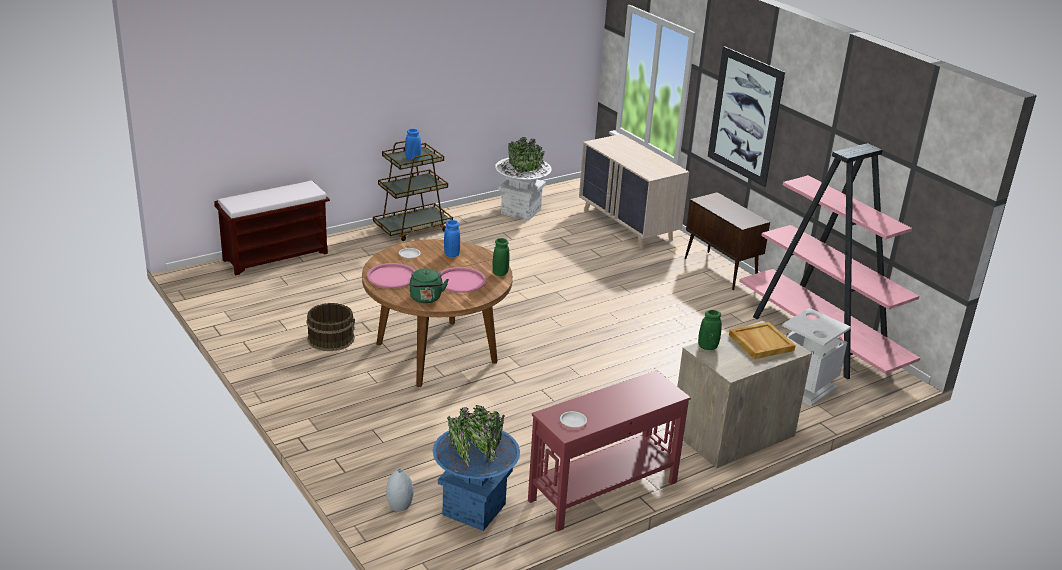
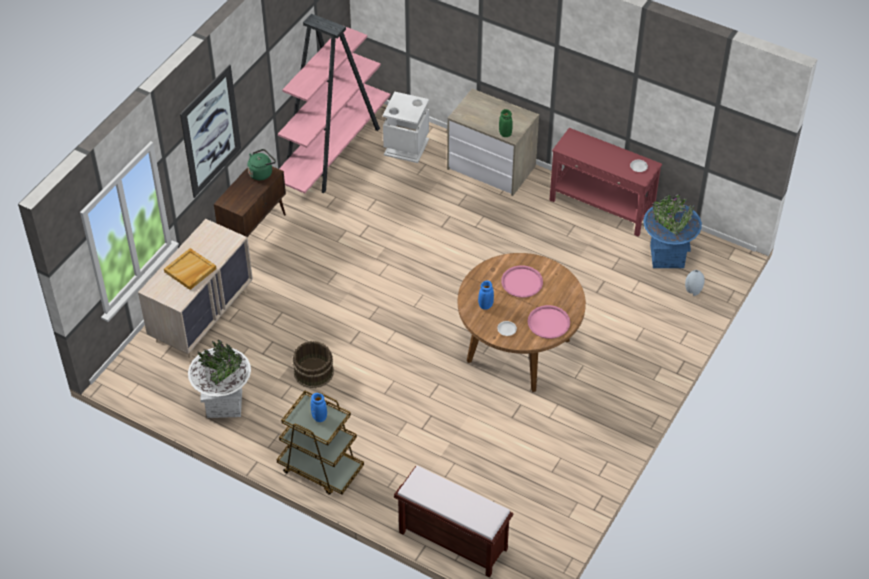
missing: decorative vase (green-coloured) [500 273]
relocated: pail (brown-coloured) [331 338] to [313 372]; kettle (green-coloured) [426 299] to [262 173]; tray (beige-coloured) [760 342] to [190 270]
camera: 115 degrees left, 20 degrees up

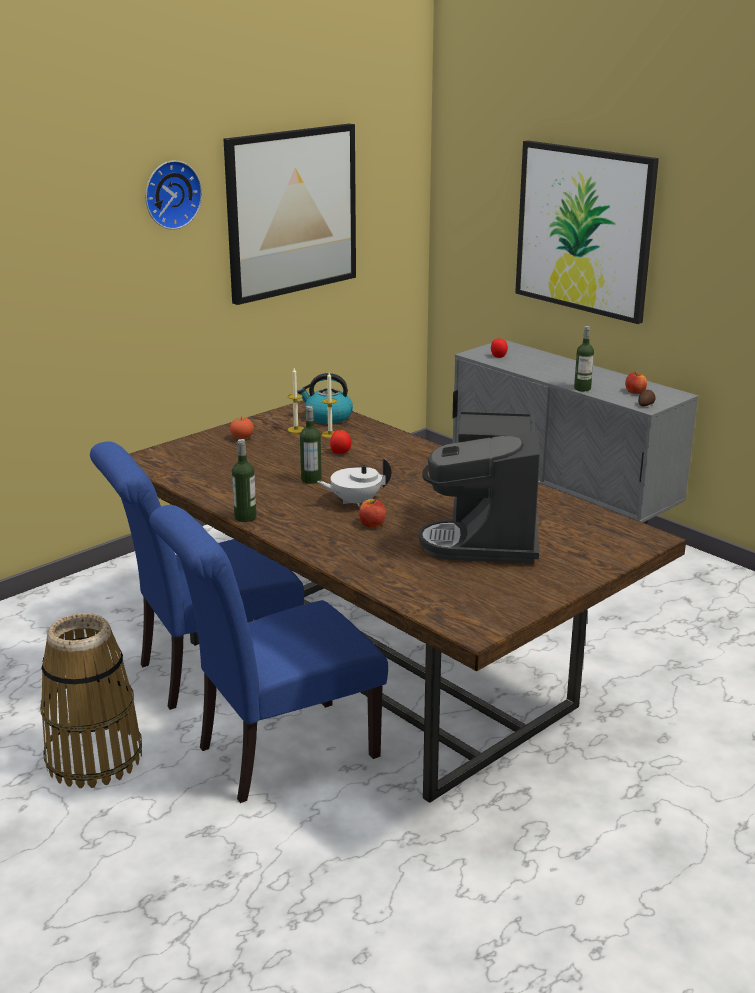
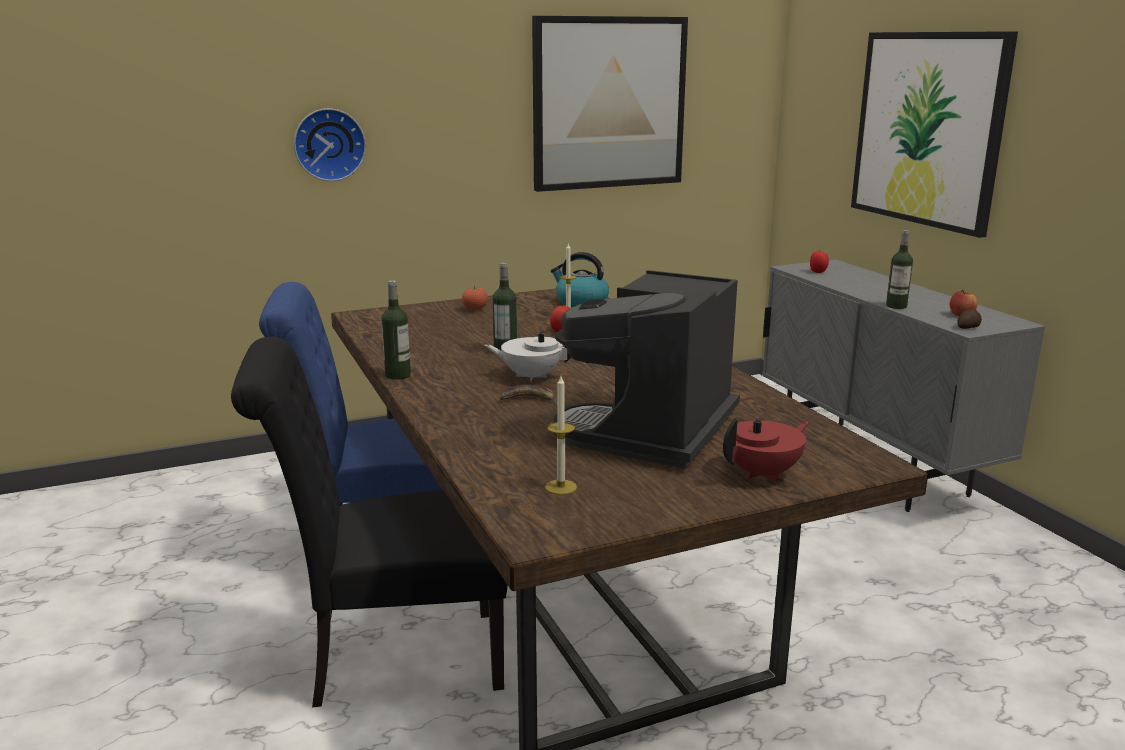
missing: basket [94 757]
appeared: tea pot (red-coloured) [763 473]
relocated: clock on the wall [170 194] to [329 144]; candle [296 429] to [561 487]
exchanged: apple [372 524] to banana fruit [527 400]
colour: upright chair (blue-coloured) [277 754] to upright chair (black) [392 659]
camera: 20 degrees right, 5 degrees down

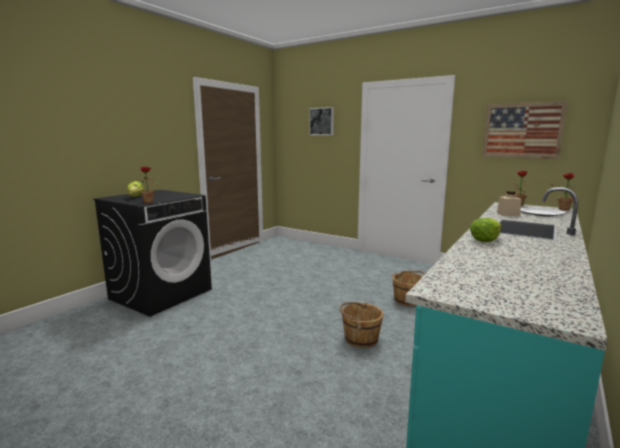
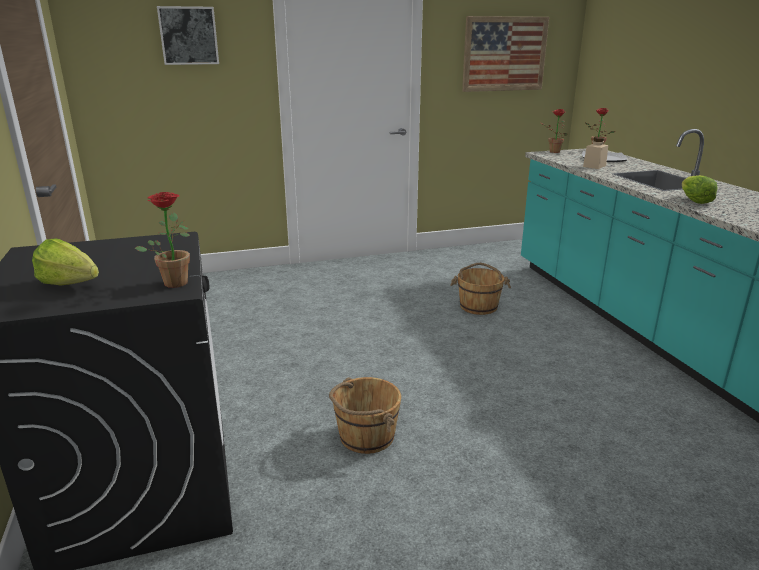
relocated: pail (brown-coloured) [360 338] to [365 436]
camera: 50 degrees left, 10 degrees up

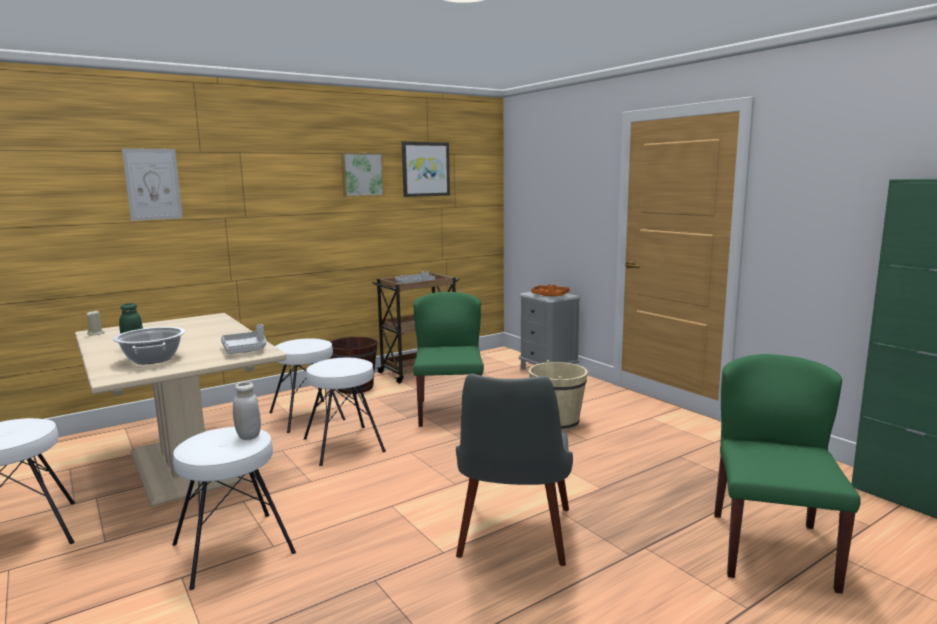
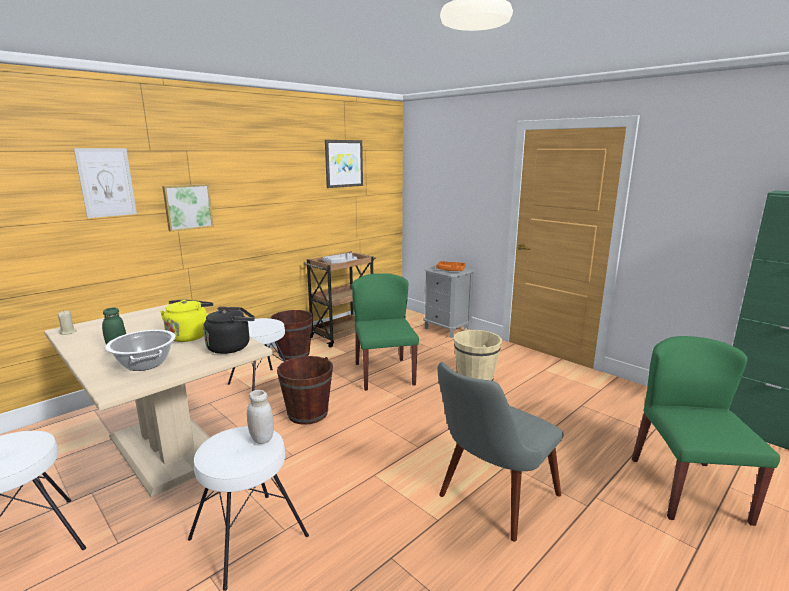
appeared: kettle (yellowish) [189 335]
relocated: picture [362 174] to [187 207]
exchanged: tray (grey) [245 350] to kettle (black) [231 347]; sitting stool (white-coloured) [344 444] to pail (brown-coloured) [308 413]
spun: upright chair (grey) [513 541] = [490 502] 45 degrees clockwise
camera: 10 degrees left, 5 degrees up

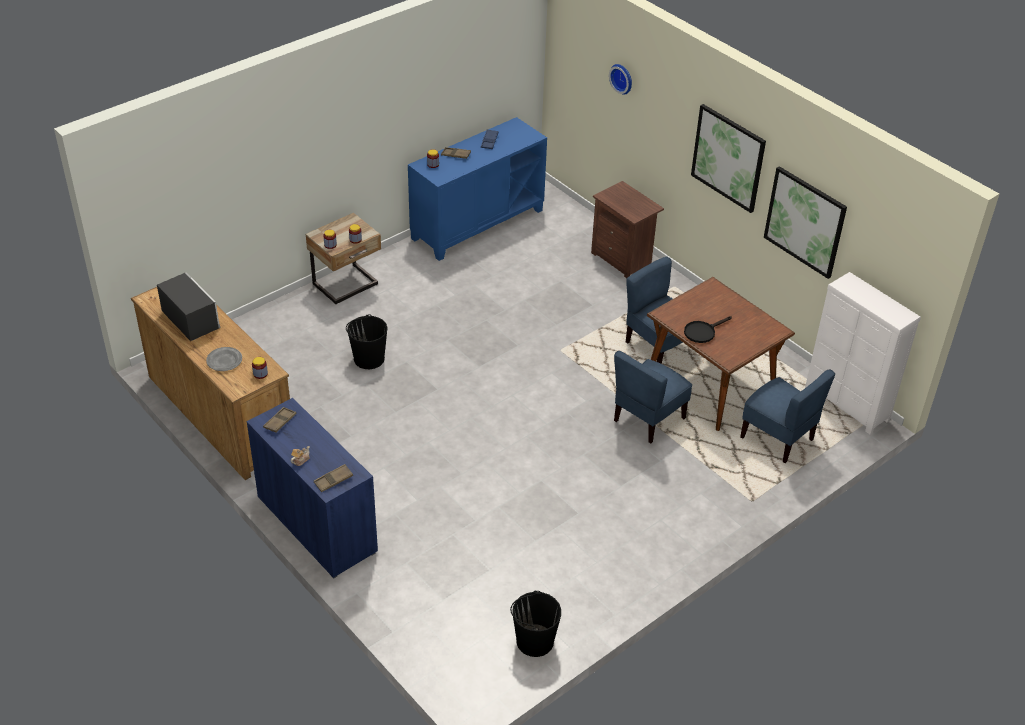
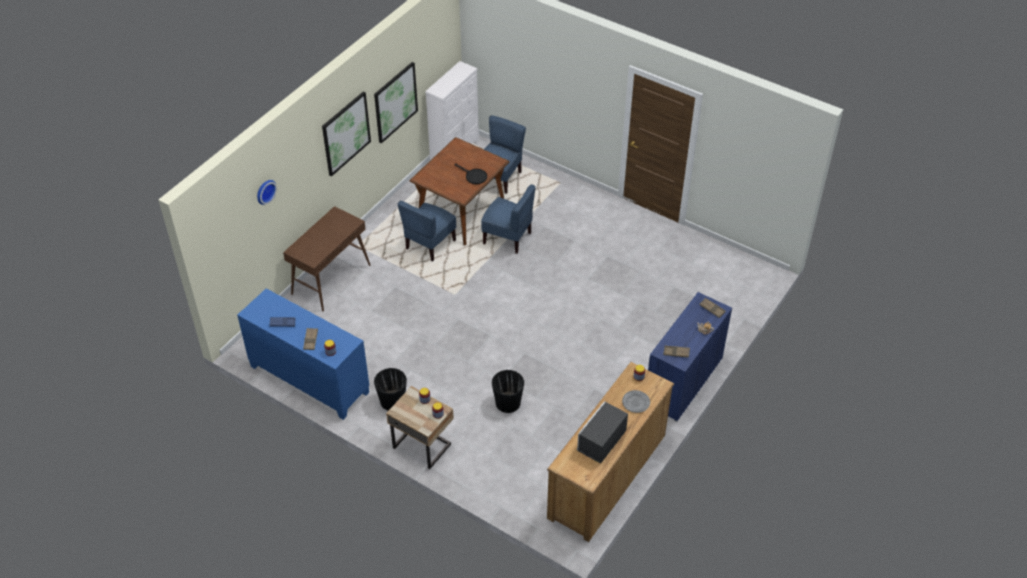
relocated: pail (black) [534 641] to [392 401]
exchanged: night table (brown-coloured) [623 259] to narrow table (brown-coloured) [331 279]
camera: 105 degrees left, 5 degrees up

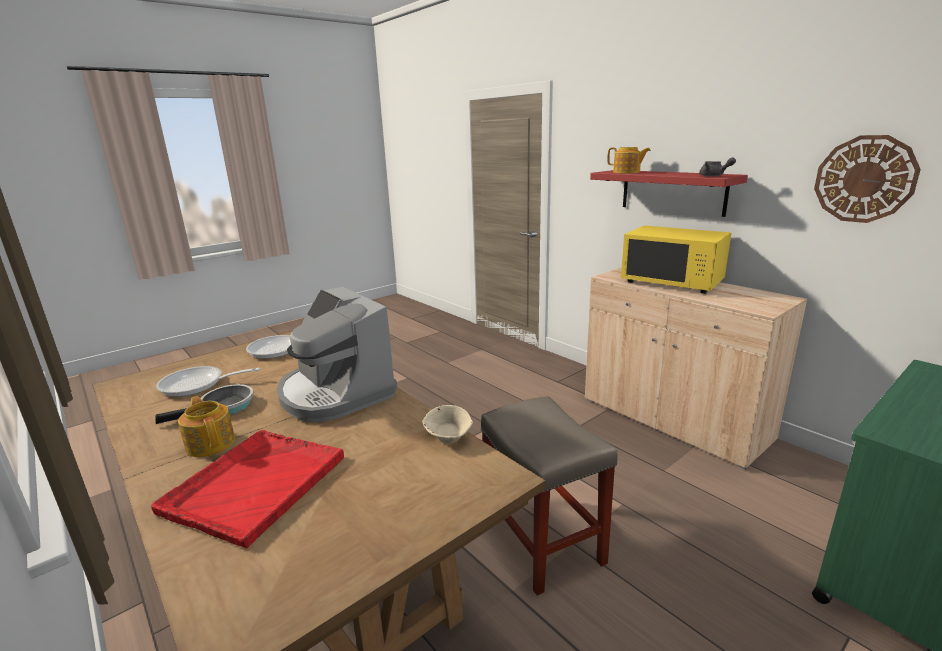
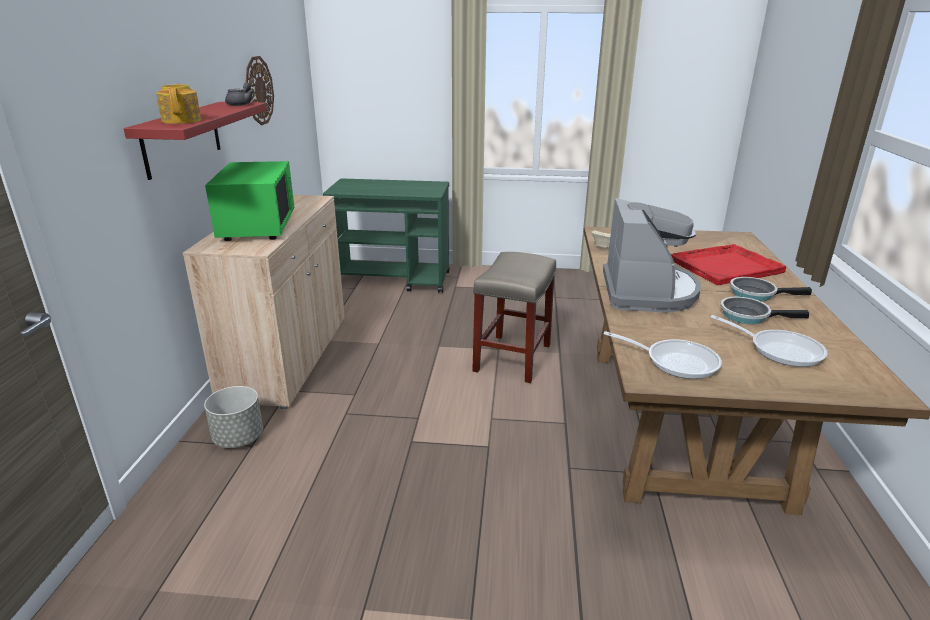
appeared: planter (grey) [238 438]
exchanged: tea pot [211 443] to frying pan [756 294]
colour: microwave oven (yellowish) [672 282] to microwave oven (green-coloured) [257 226]
camera: 135 degrees left, 5 degrees up

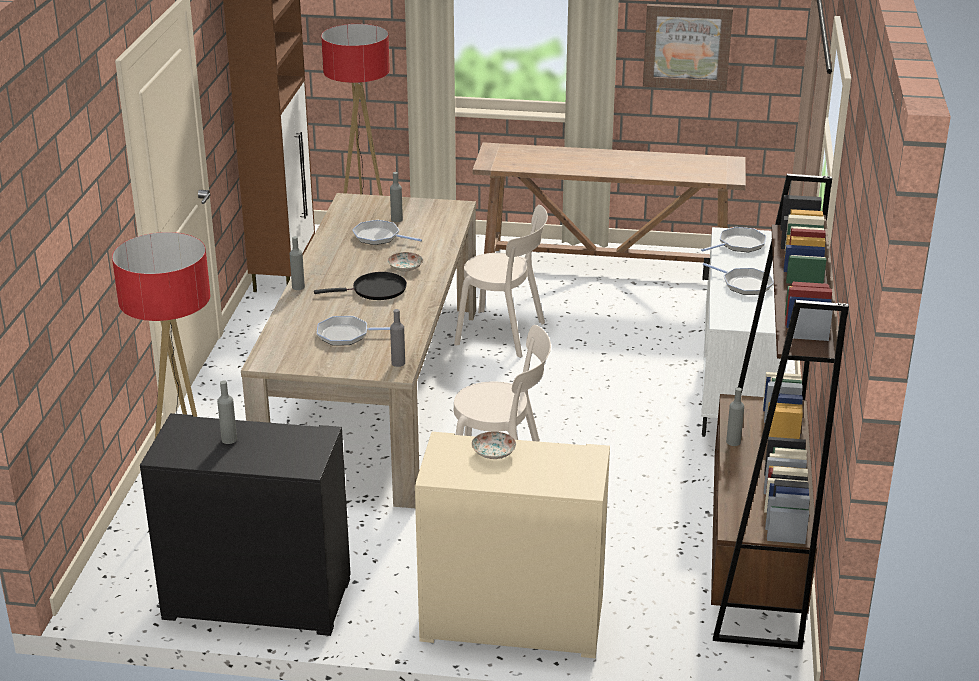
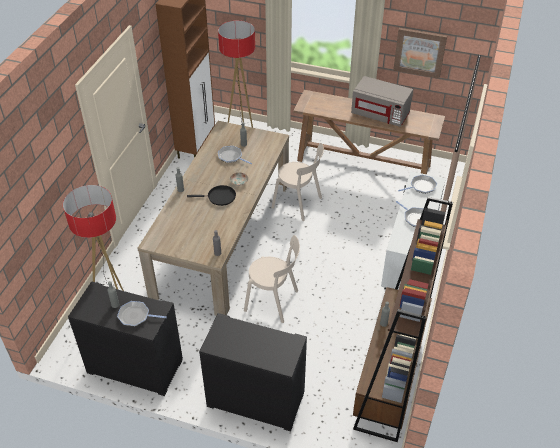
missing: dinner plate [494 453]
appeared: microwave oven (grey) [380 114]
relocated: frying pan [346 335] to [136 316]
colour: chest of drawers (beige-coloured) [512 620] to chest of drawers (black) [255 400]
camera: 10 degrees right, 15 degrees up

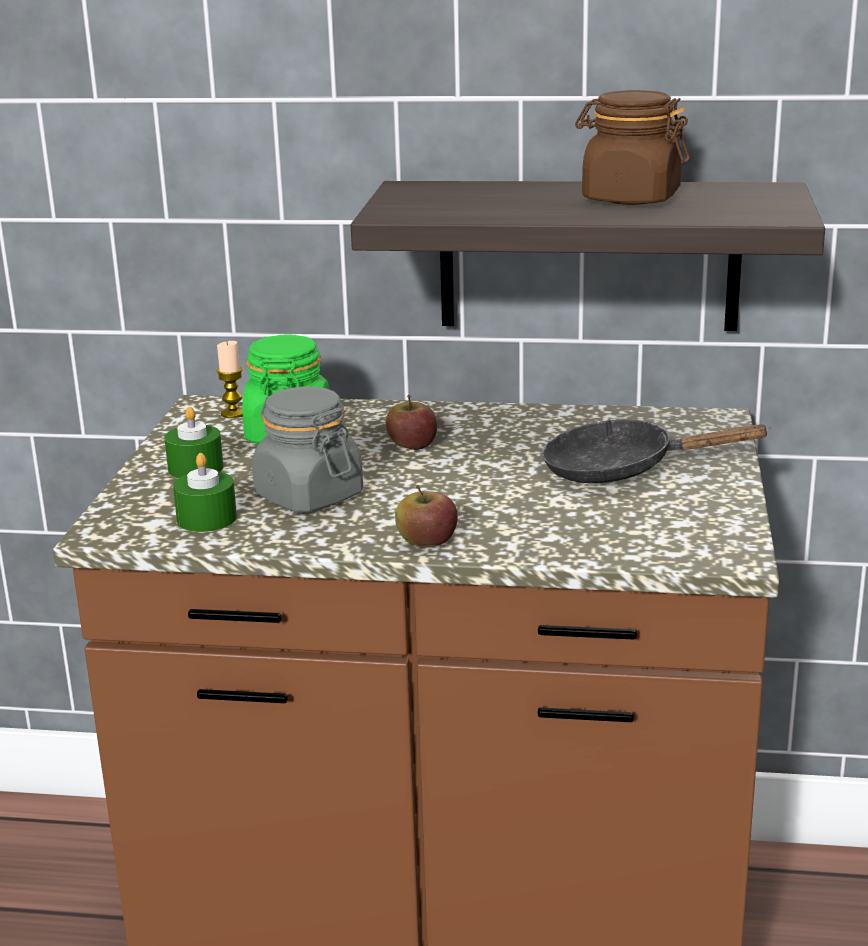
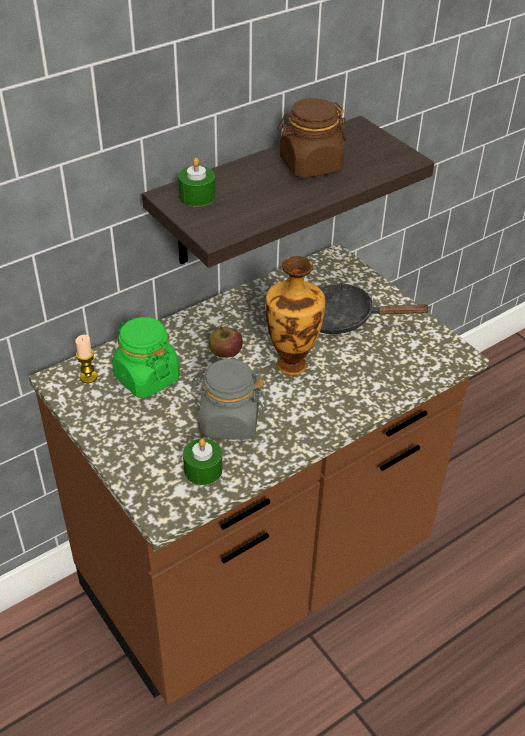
missing: apple [426 542]
appeared: decorative vase [292 363]
relocated: candle (green-coloured) [195 468] to [197 196]
spun: frying pan (black) [622 469] = [344 319] 45 degrees clockwise
camera: 45 degrees left, 20 degrees up

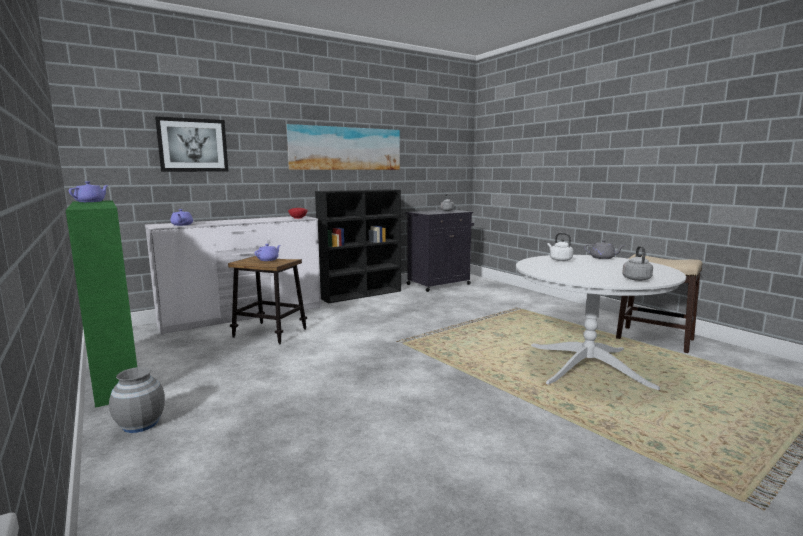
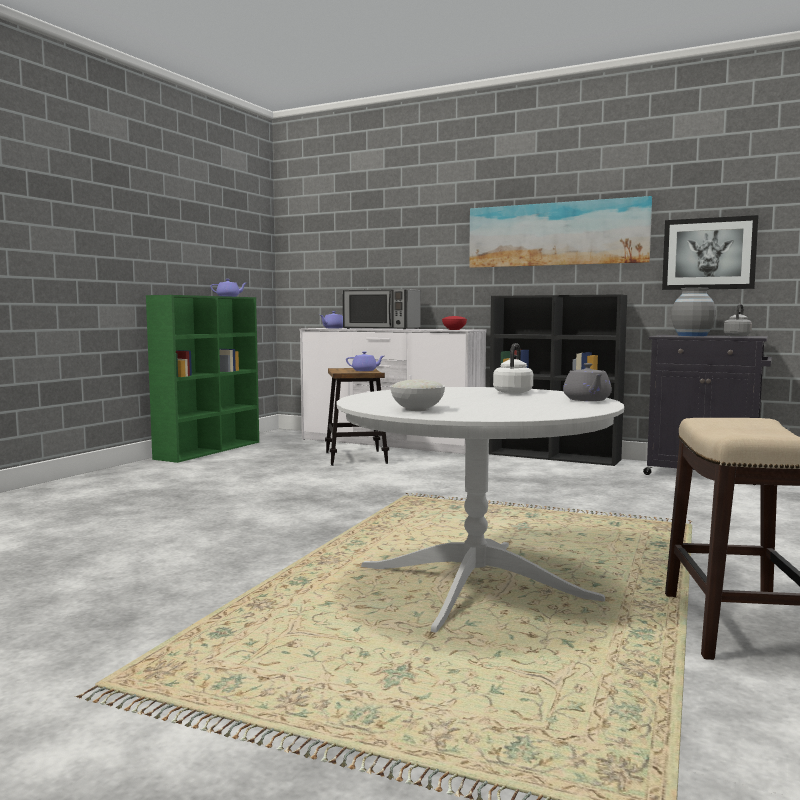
appeared: microwave oven [381 328]
relocated: decorative vase (grey) [140 424] to [692 335]; picture [193 145] to [709 254]
exchanged: kettle (grey) [636 278] to serving bowl (white-coloured) [417 409]
camera: 60 degrees right, 5 degrees down

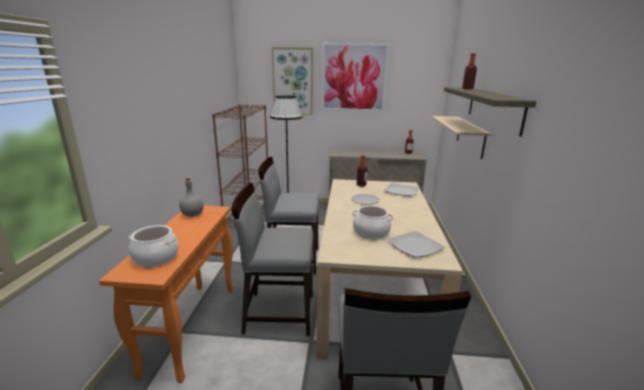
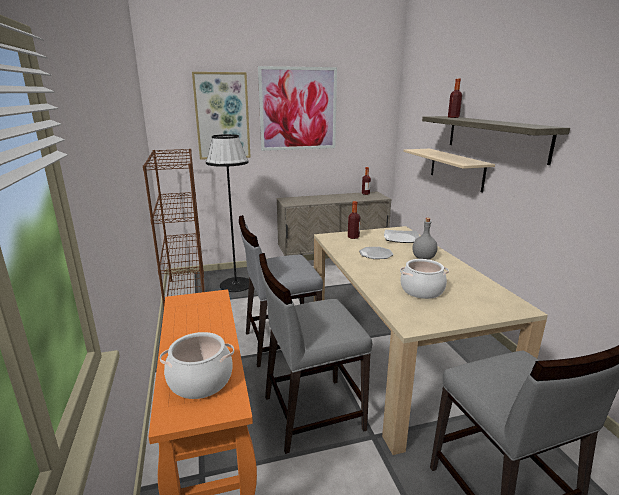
missing: dinner plate [415 246]
relocated: drink bottle (grey) [192 215] to [423 258]
camera: 20 degrees left, 0 degrees up

